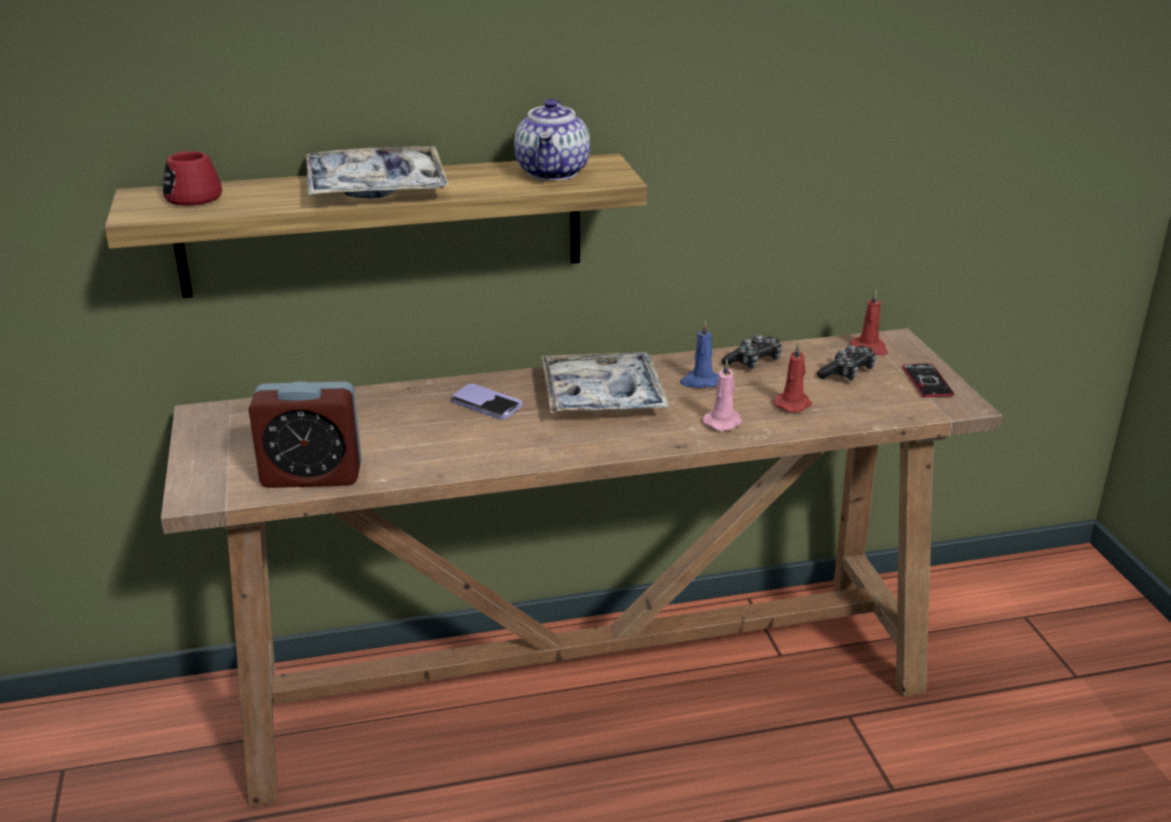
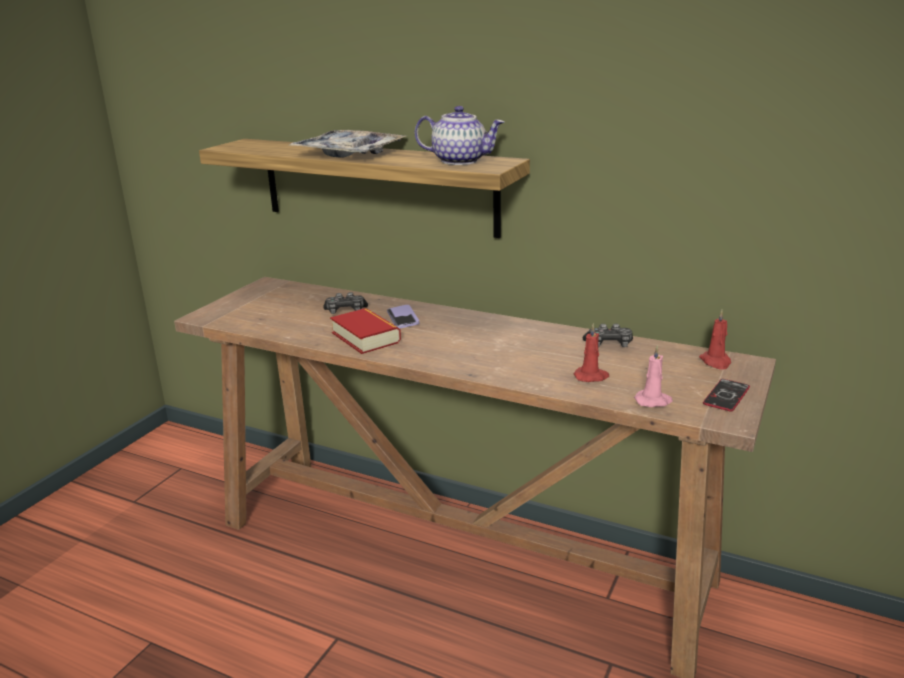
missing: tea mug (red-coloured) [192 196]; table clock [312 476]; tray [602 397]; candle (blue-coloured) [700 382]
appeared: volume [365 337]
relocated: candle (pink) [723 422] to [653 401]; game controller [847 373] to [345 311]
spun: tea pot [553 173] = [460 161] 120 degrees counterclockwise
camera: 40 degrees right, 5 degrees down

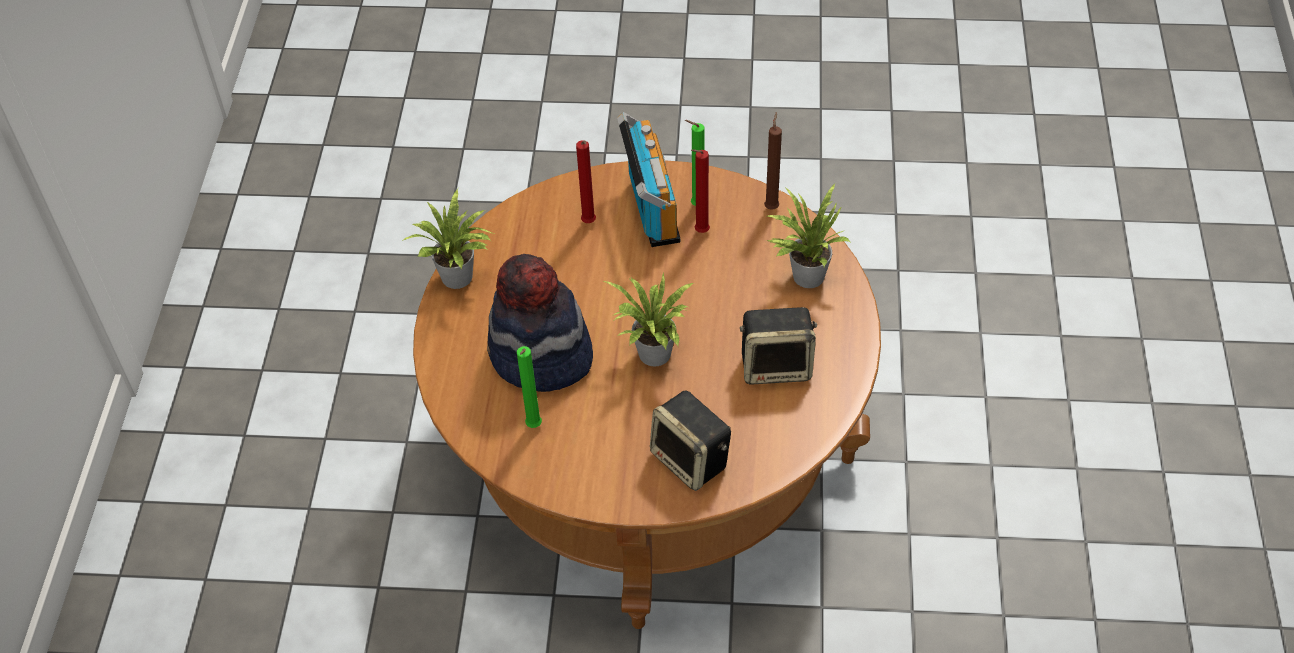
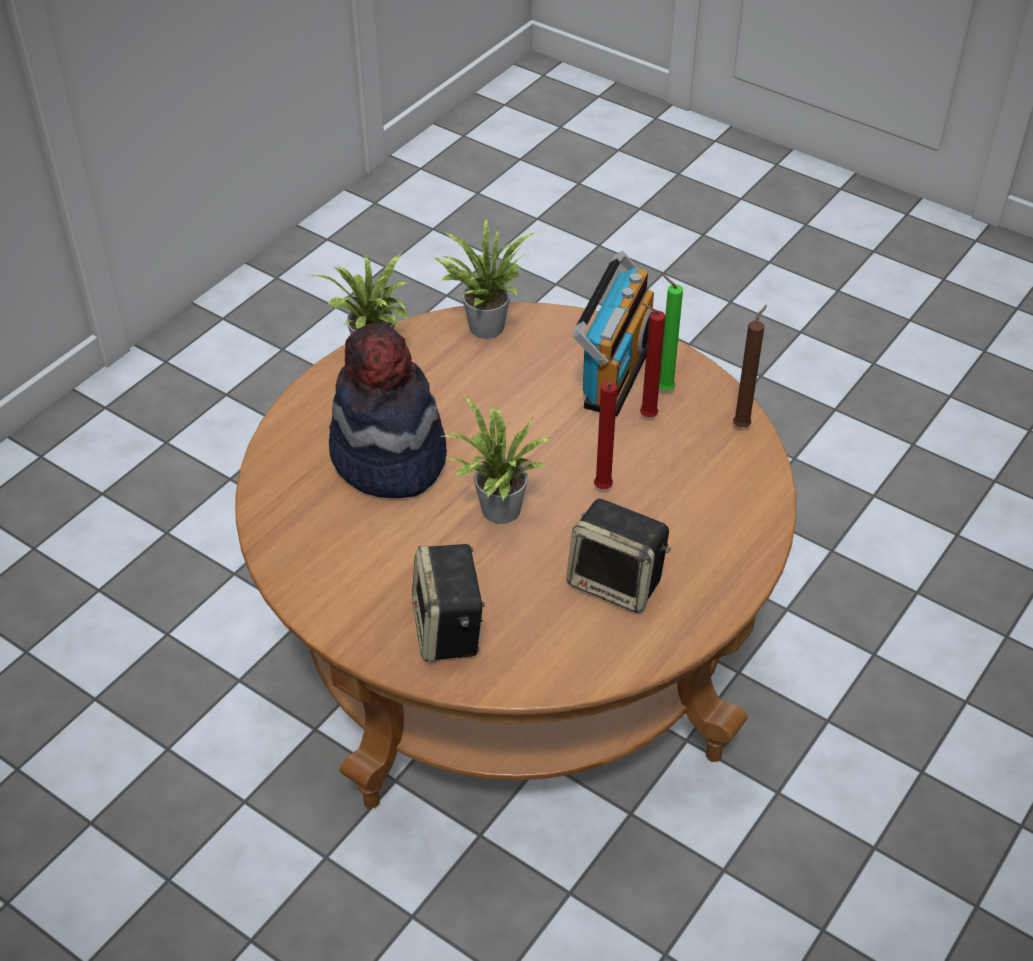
missing: candle (green-coloured) [533 427]
relocated: candle (red-coloured) [589 224] to [602 490]; houseplant [804 275] to [483 324]
camera: 30 degrees right, 5 degrees down

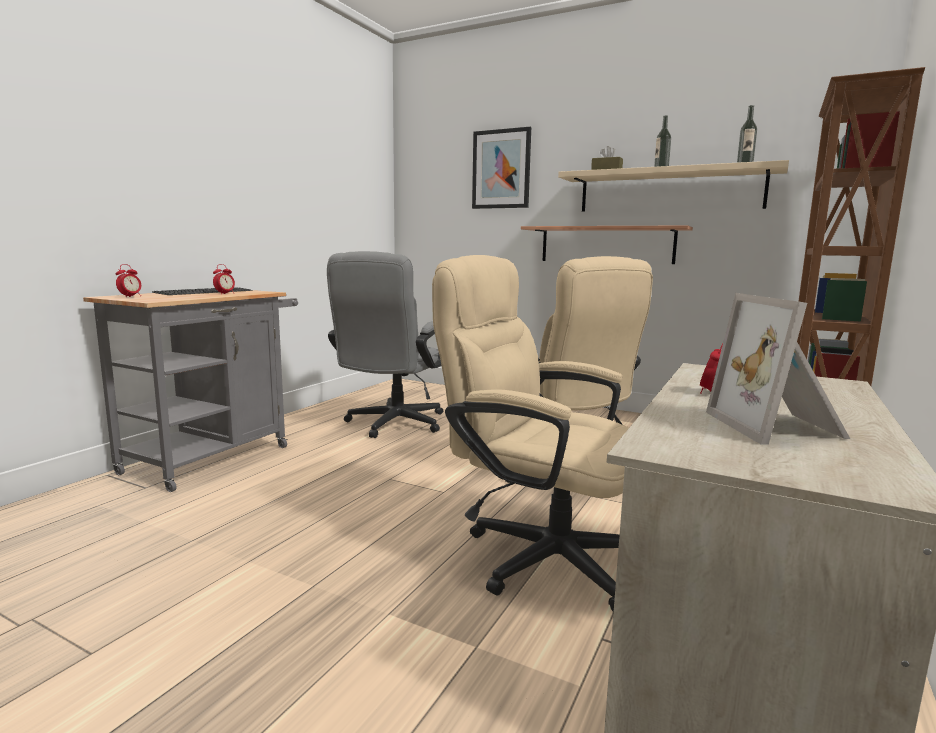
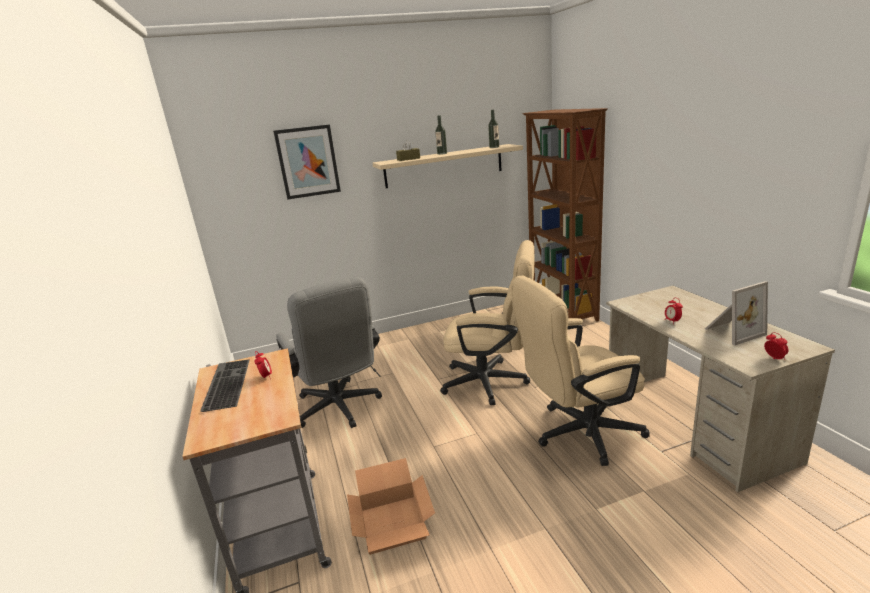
missing: wall shelf [606 244]
appeared: cardboard box [391 523]
relocated: table clock [130 296] to [774 358]
spun: picture frame [778 426] = [732 332] 60 degrees counterclockwise
camera: 45 degrees left, 10 degrees up

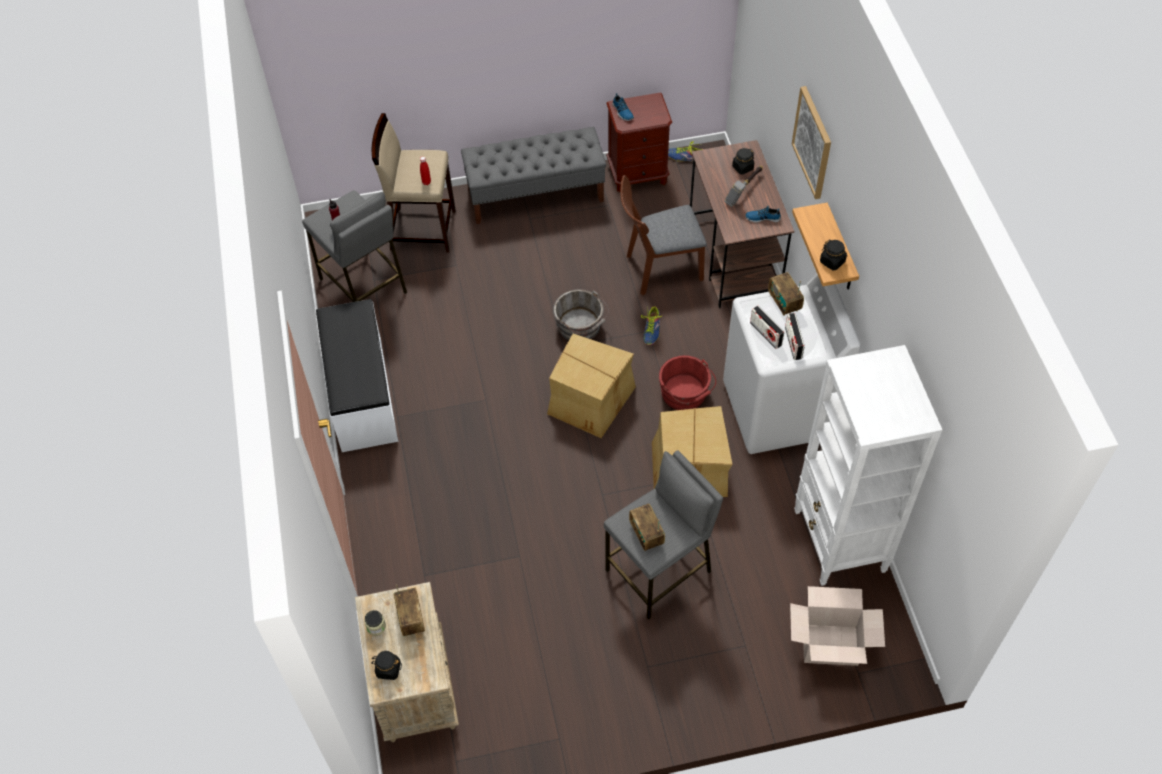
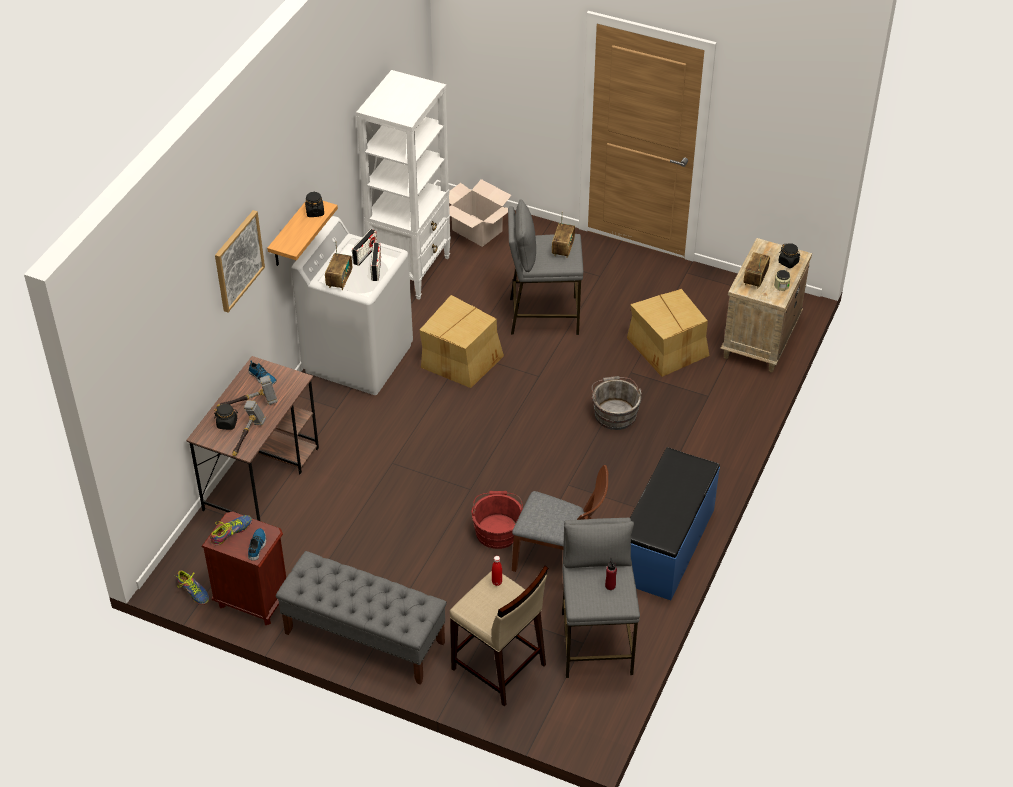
appeared: tool hammer [248 437]
relocated: cardboard box [590 399] to [668 348]; pail (grey) [581 327] to [615 412]; upright chair (brown-coloured) [658 269] to [560 562]; item of footwear [651 329] to [231 532]; pail (red-coloured) [685 394] to [497 529]
colour: long seat (white-coloured) [361 395] to long seat (blue-coloured) [667 545]
camera: 145 degrees left, 10 degrees down

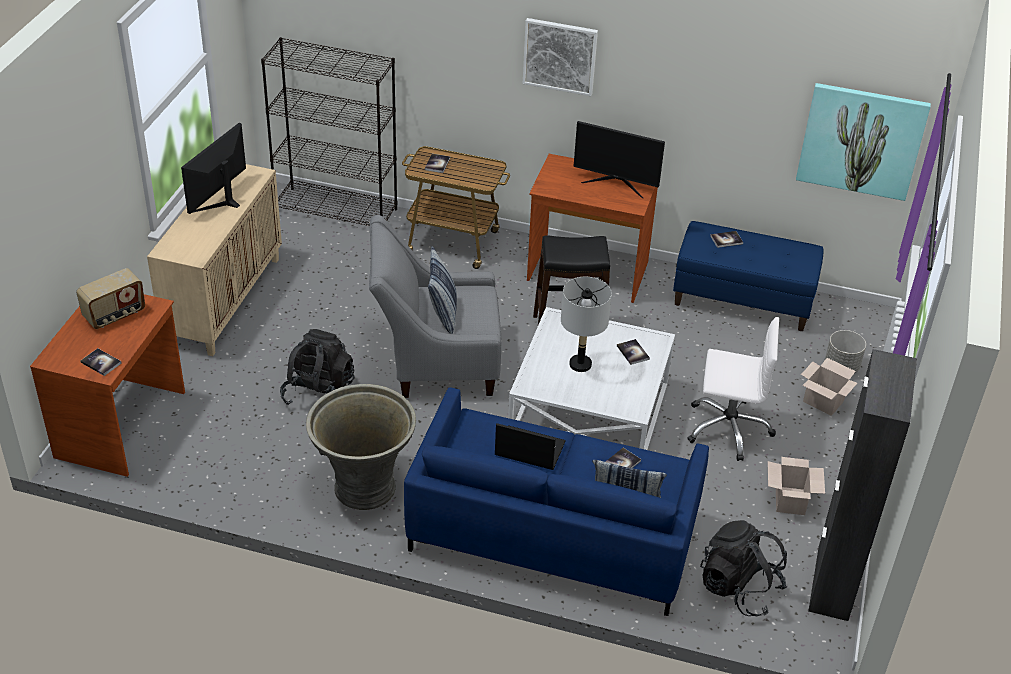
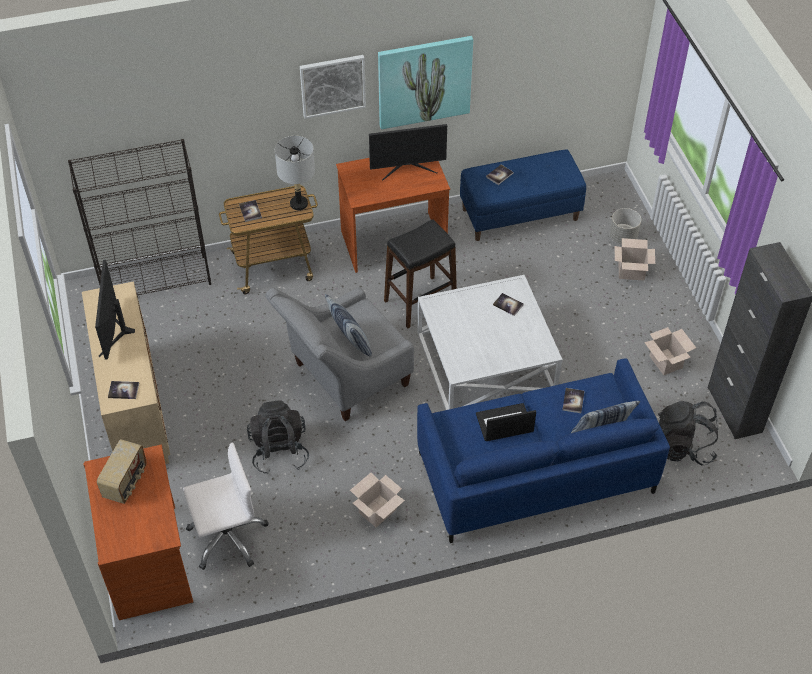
relocated: volume [101 363] to [123 390]; tabletop lamp (grey) [580 364] to [299 204]; computer chair (white-coloured) [728 428] to [227 536]; picture [861 140] to [424 81]
exchanged: planter (grey) [364 487] to cardboard box [377 510]
camera: 30 degrees left, 10 degrees up

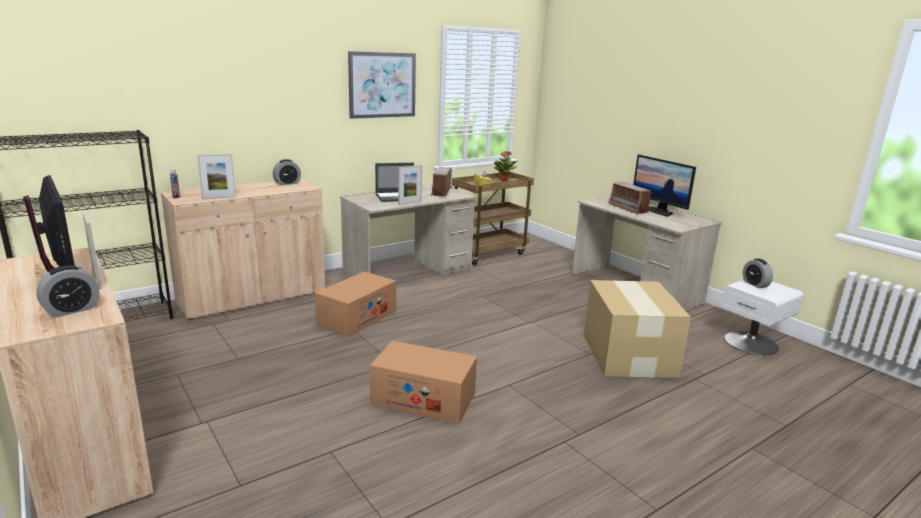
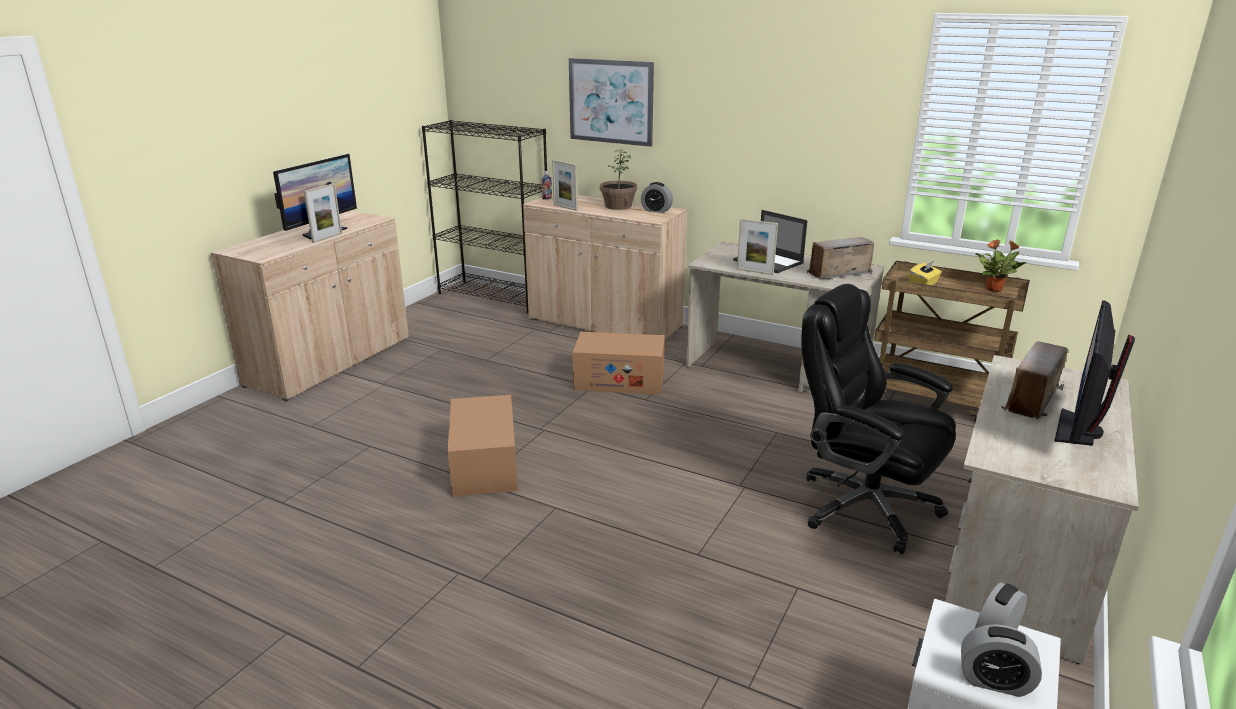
missing: cardboard box [628 354]
appeared: houseplant [618 206]; computer chair (black) [863 506]
relocated: table clock [71 310] to [994 681]; picture [382 85] to [611 101]
camera: 65 degrees right, 5 degrees up

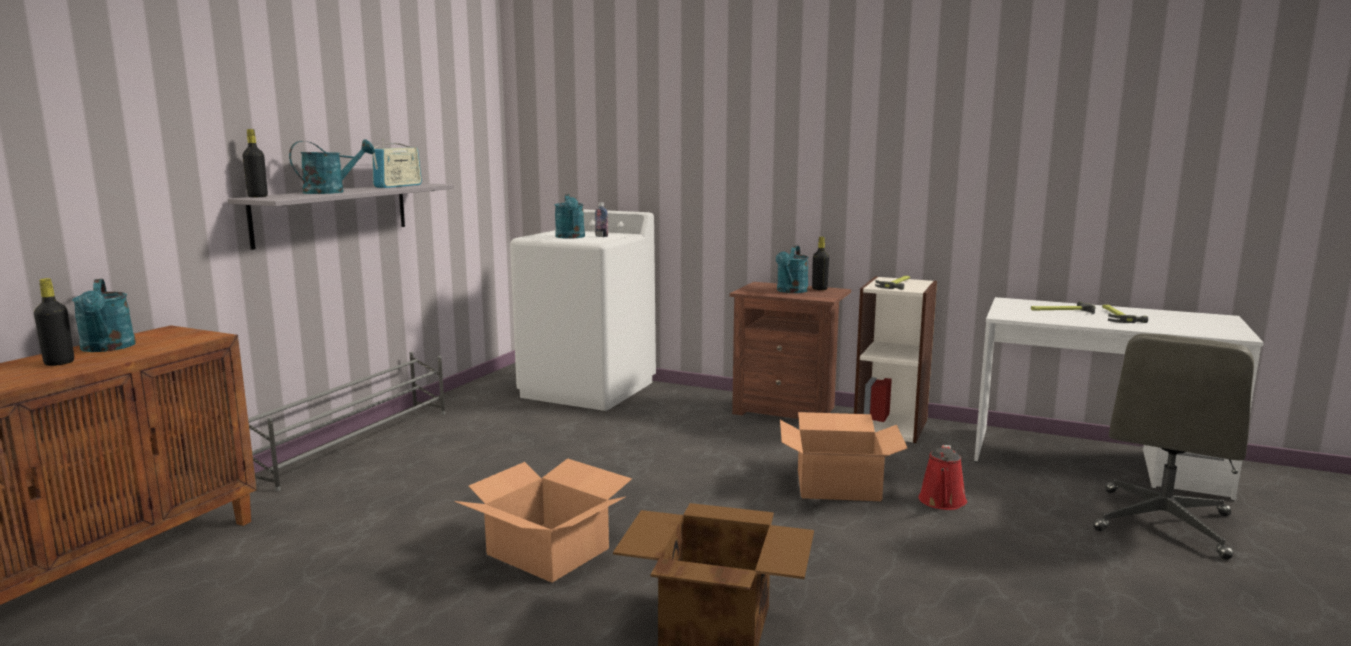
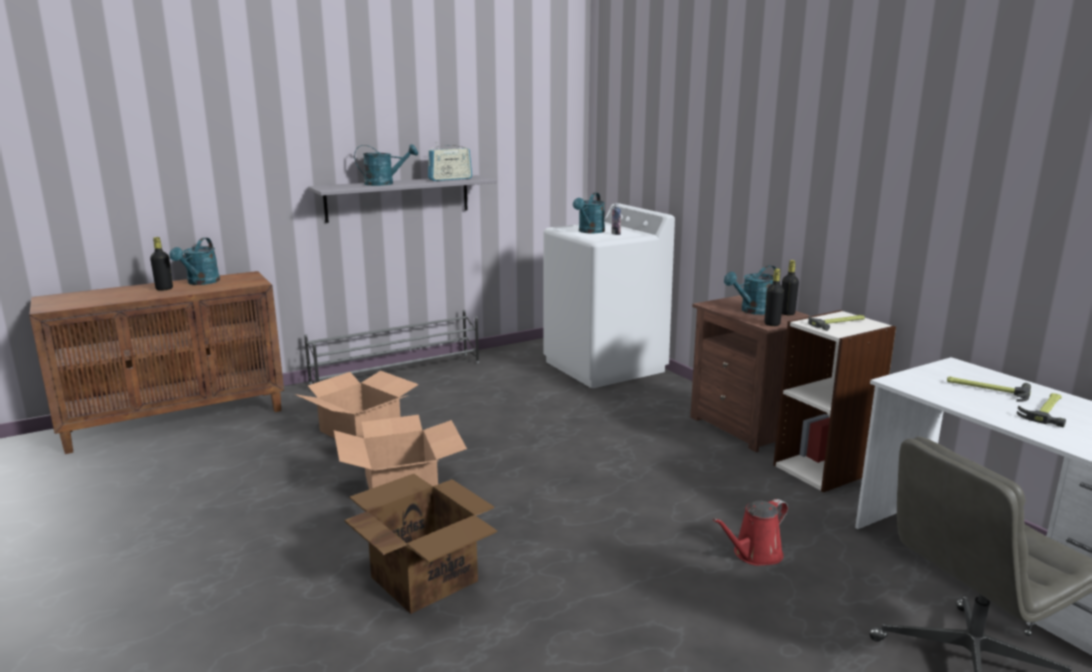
relocated: drink bottle (black) [258 196] to [772 324]; cardboard box [837 484] to [361 430]
camera: 35 degrees right, 5 degrees up

